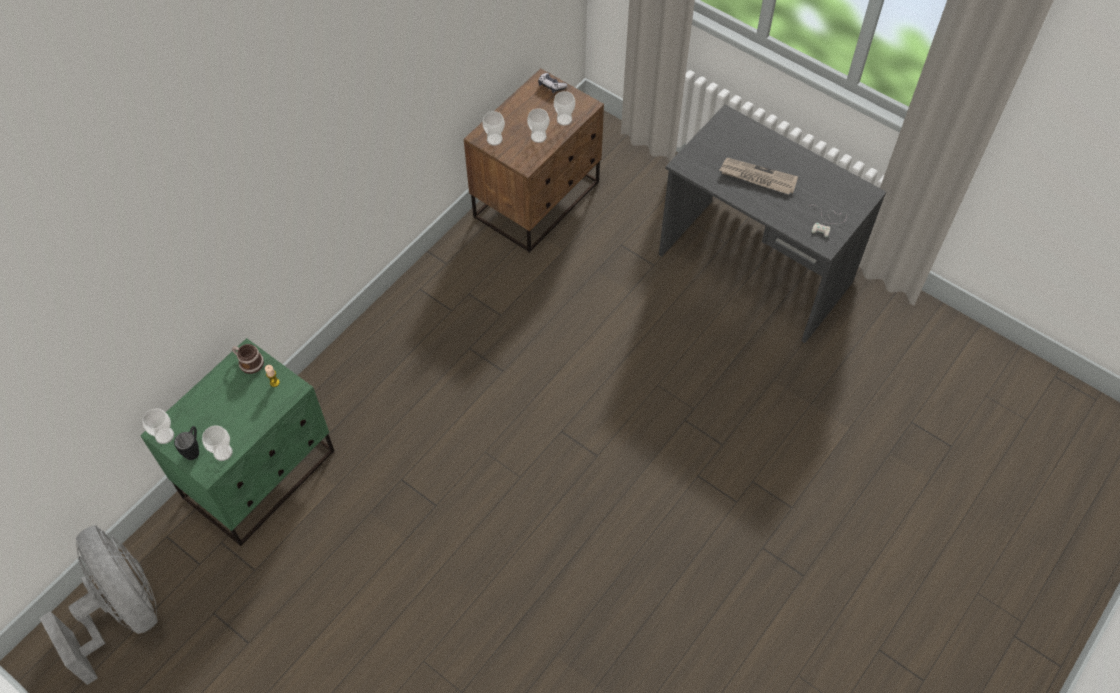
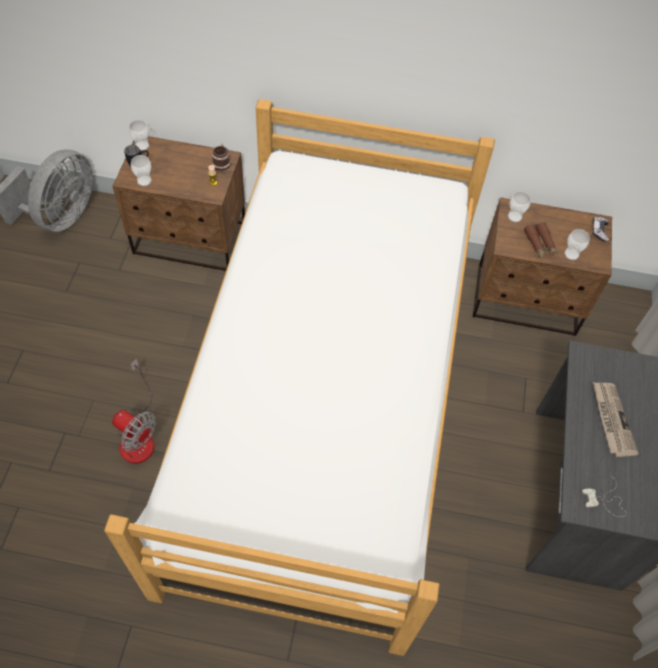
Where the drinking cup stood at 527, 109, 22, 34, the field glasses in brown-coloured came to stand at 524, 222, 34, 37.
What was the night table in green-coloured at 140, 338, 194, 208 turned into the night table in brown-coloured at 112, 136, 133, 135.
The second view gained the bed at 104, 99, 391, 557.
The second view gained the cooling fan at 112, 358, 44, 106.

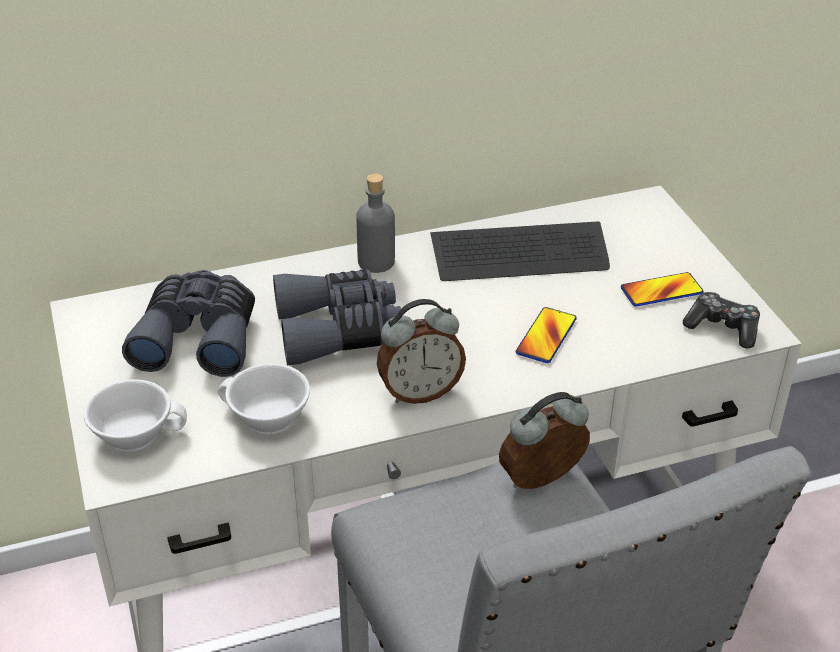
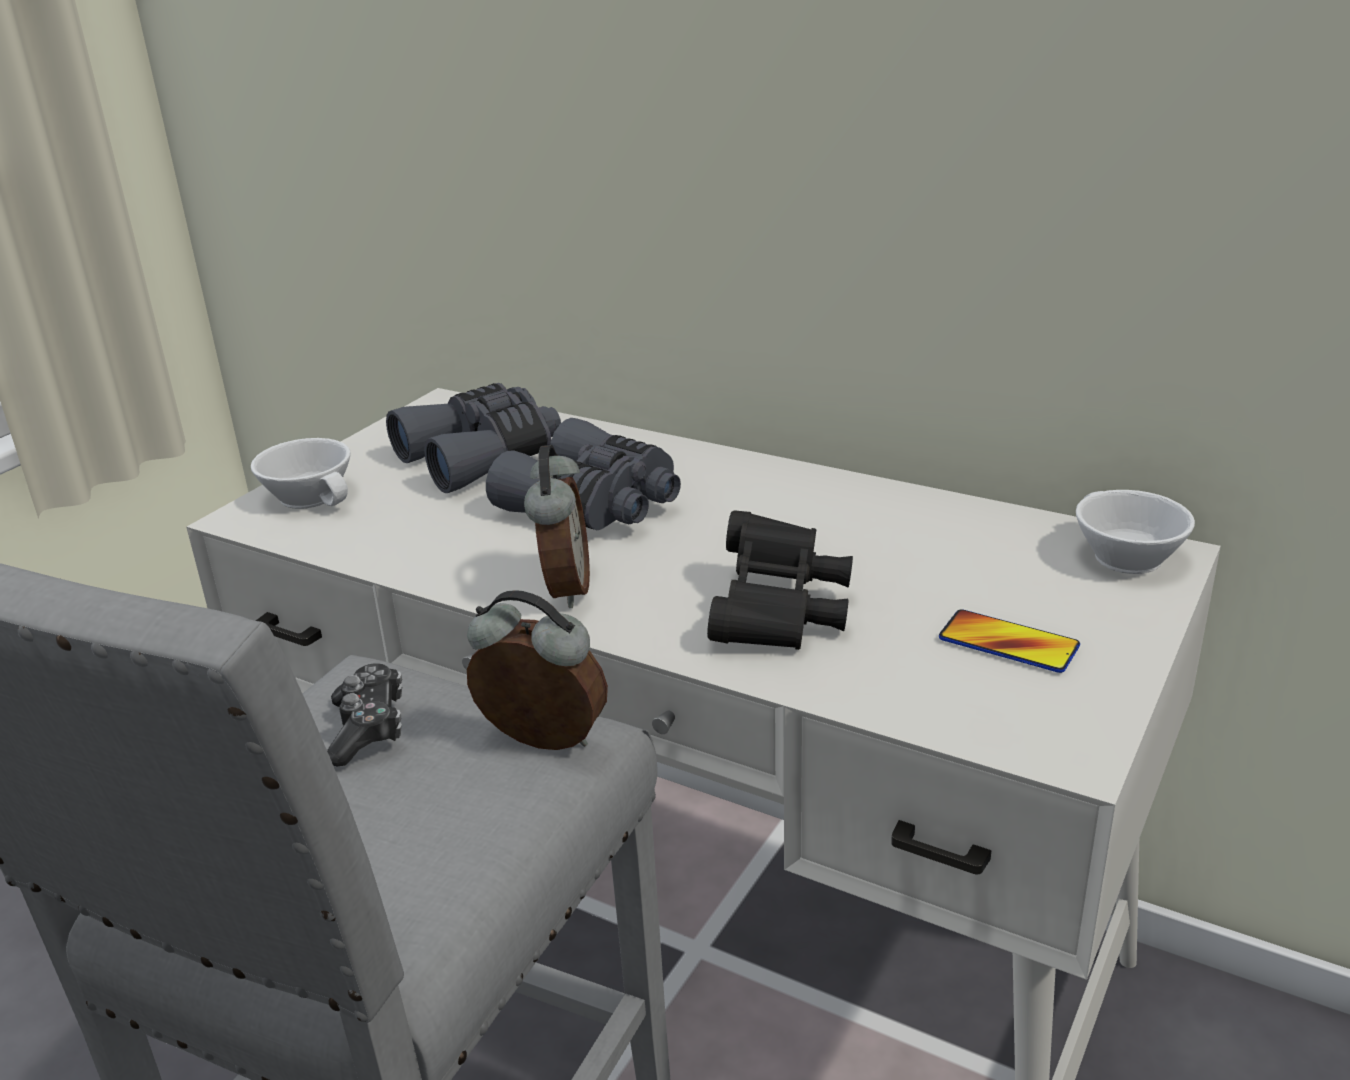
The second view lost the drink bottle in greyish at 356, 174, 39, 99.
The second view lost the computer keyboard at 430, 222, 180, 59.
The joypad ended up elsewhere, having gone from 683, 292, 77, 57 to 327, 663, 75, 103.
The table clock at 377, 299, 89, 105 ended up facing another way, 120 degrees counterclockwise from before.
Where the telephone stood at 516, 307, 61, 56, the field glasses in black came to stand at 707, 510, 146, 140.
The drinking cup in white-coloured ended up elsewhere, having gone from 218, 363, 92, 71 to 1076, 490, 119, 84.

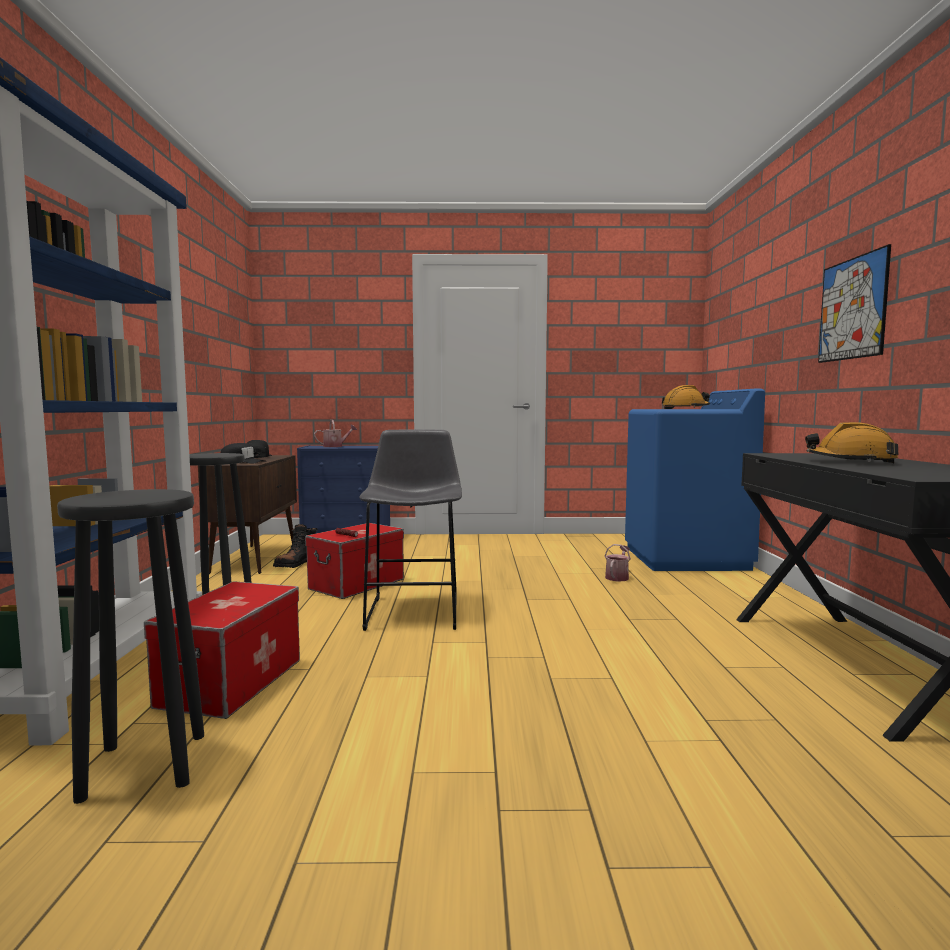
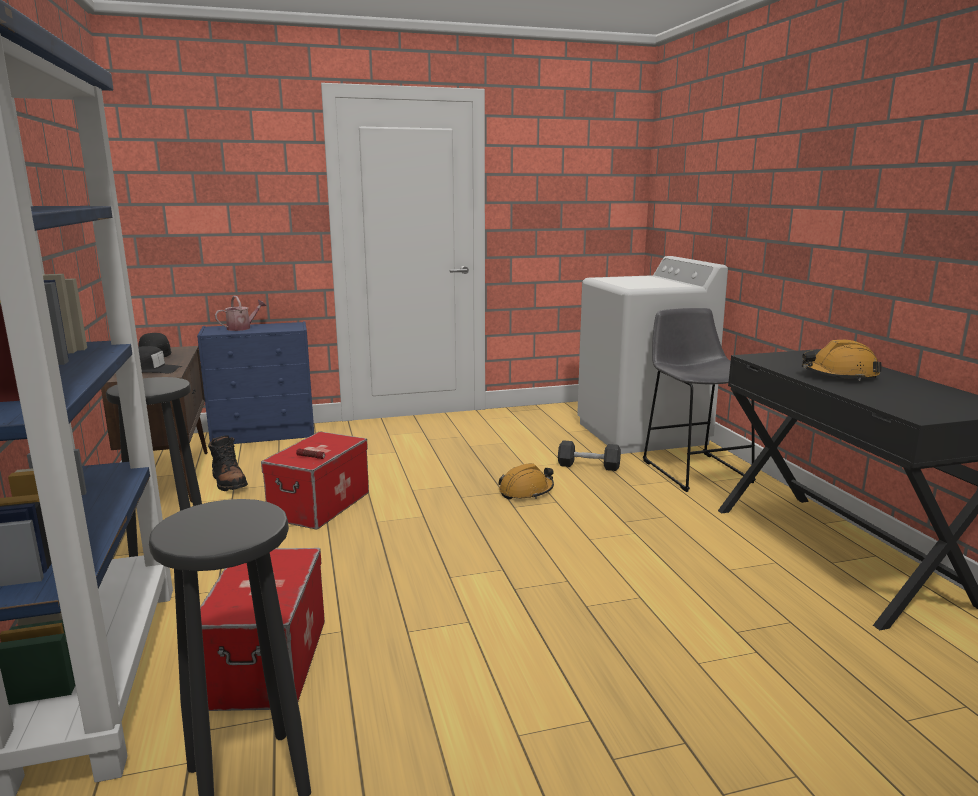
The second view lost the picture at 818, 244, 73, 119.
The work helmet in orange ended up elsewhere, having gone from 662, 385, 48, 24 to 498, 463, 56, 36.
What was the laundry machine in blue-coloured at 625, 389, 140, 182 turned into the laundry machine in white-coloured at 577, 256, 151, 198.
The stool in greyish ended up elsewhere, having gone from 359, 429, 103, 202 to 643, 308, 113, 184.
The high-top boot in black at 273, 524, 45, 44 ended up facing another way, 45 degrees counterclockwise from before.
Where the watering pot stood at 605, 544, 26, 38, the free weight in black came to stand at 558, 440, 63, 31.

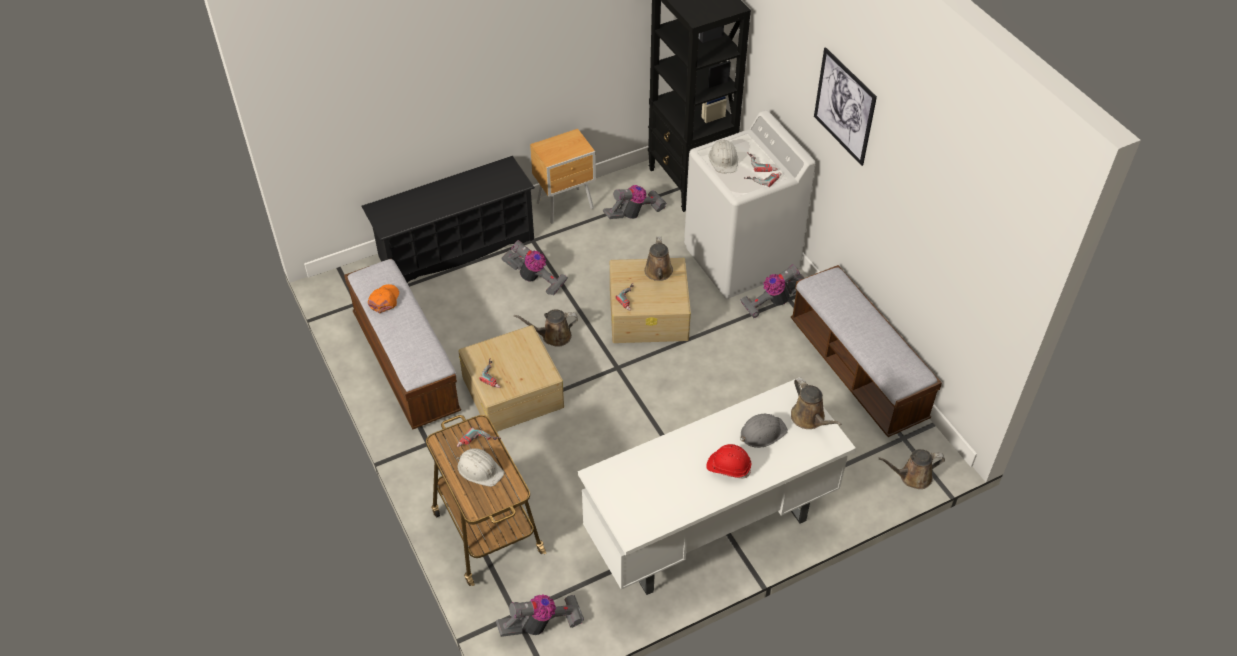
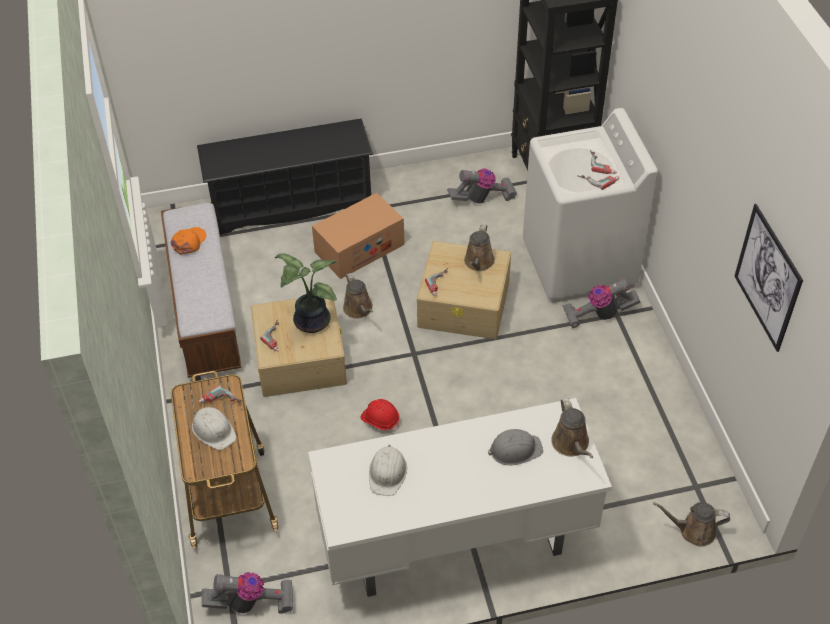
The picture ended up elsewhere, having gone from 814, 47, 63, 119 to 734, 204, 69, 148.
The second view lost the night table in brown-coloured at 530, 129, 66, 95.
The work helmet in white-coloured ended up elsewhere, having gone from 709, 139, 29, 34 to 369, 445, 38, 51.
Where the hoover stood at 501, 240, 67, 56, the cardboard box came to stand at 312, 193, 93, 86.
The second view lost the bench at 791, 265, 151, 172.
The watering pot in brown-coloured at 514, 309, 64, 38 ended up facing another way, 120 degrees counterclockwise from before.
The work helmet in red-coloured ended up elsewhere, having gone from 706, 444, 45, 35 to 360, 399, 40, 33.
The second view gained the plant in a pot at 275, 253, 63, 80.

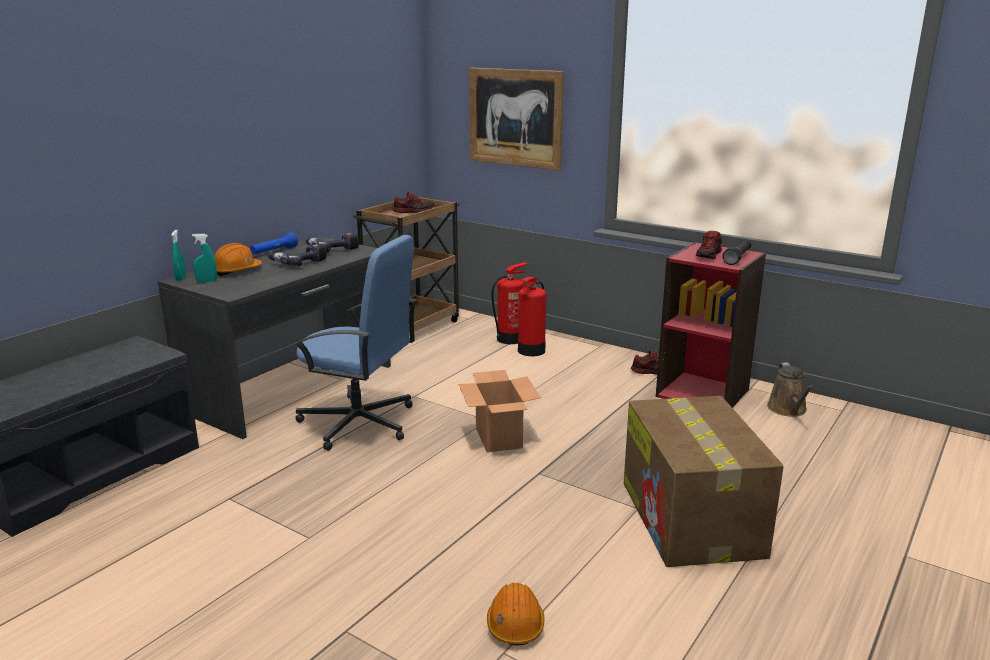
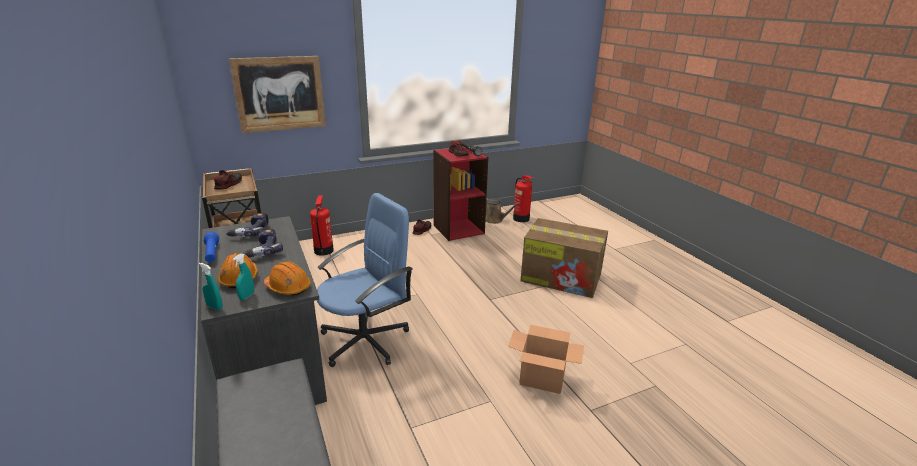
The fire extinguisher ended up elsewhere, having gone from 518, 277, 28, 79 to 513, 175, 20, 47.
The cardboard box ended up elsewhere, having gone from 458, 370, 83, 82 to 508, 325, 76, 69.
The work helmet in orange ended up elsewhere, having gone from 487, 583, 57, 63 to 264, 261, 47, 35.

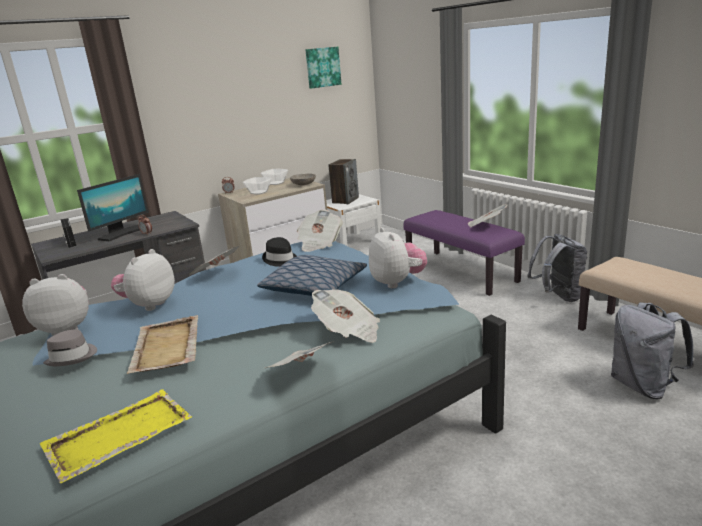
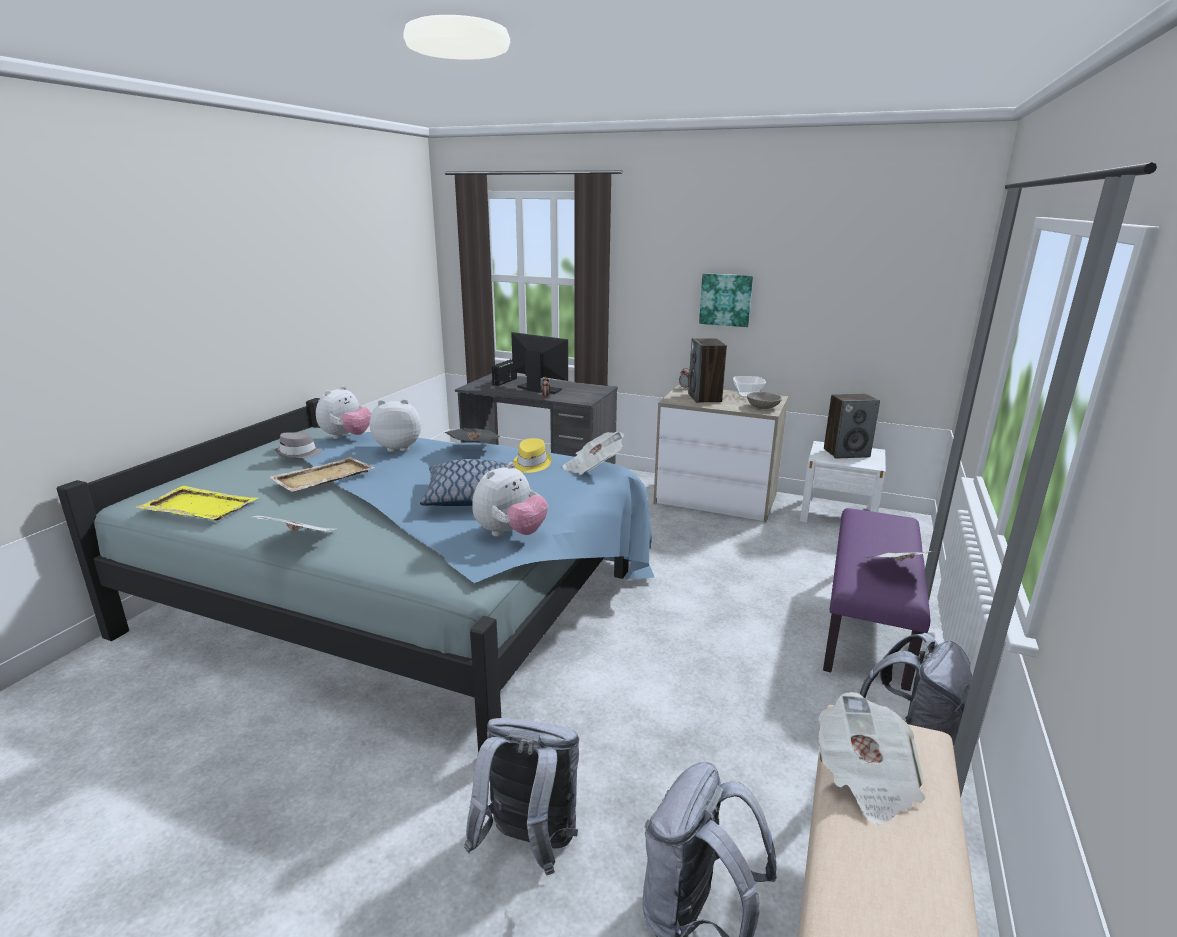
The picture ended up elsewhere, having gone from 305, 47, 36, 42 to 699, 273, 54, 54.
The computer display at 77, 174, 72, 67 ended up facing another way, 150 degrees counterclockwise from before.
Where the deep dish stood at 243, 177, 29, 17, the speaker came to stand at 688, 338, 39, 65.
What was the wearable hat in black at 262, 237, 35, 30 turned into the wearable hat in yellow at 513, 438, 39, 35.
The plush toy at 22, 274, 67, 62 ended up facing another way, 75 degrees clockwise from before.
The printed paper ended up elsewhere, having gone from 311, 289, 69, 54 to 818, 692, 107, 133.
The second view gained the rucksack in greyish at 464, 718, 115, 157.

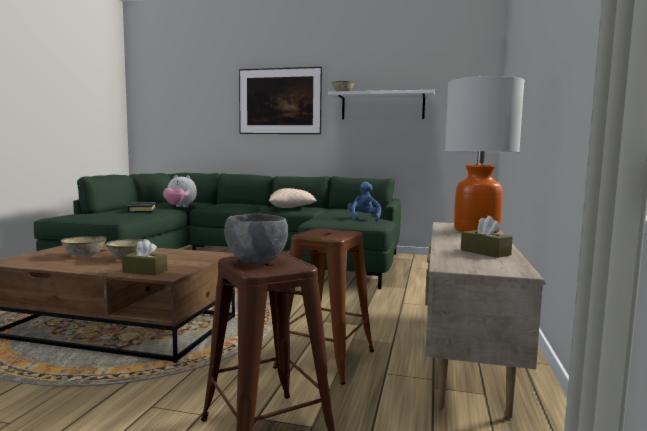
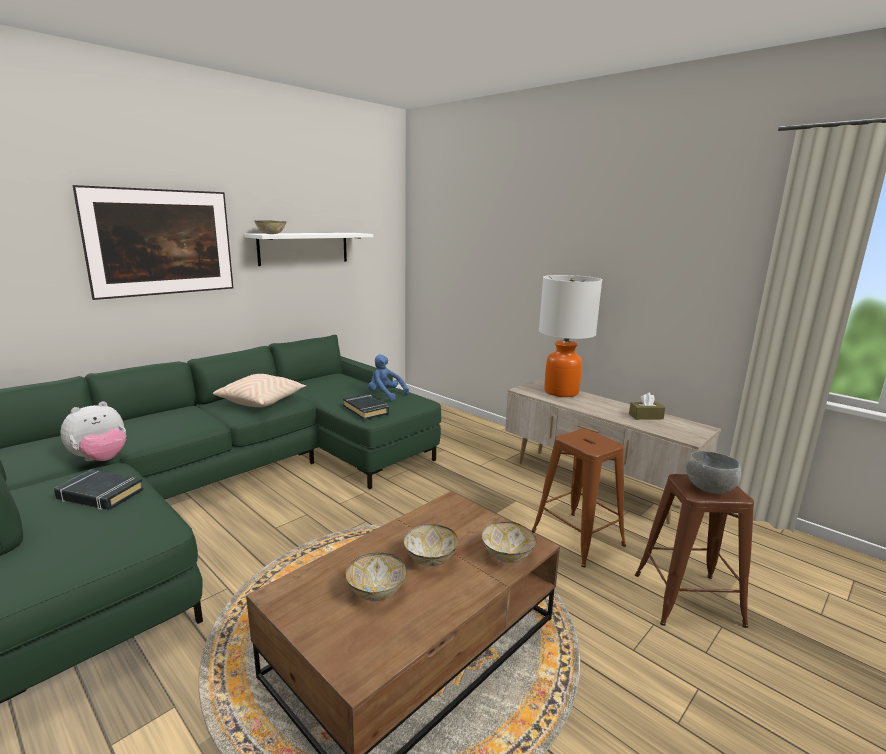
Where the box of tissues in brown-coloured stood at 122, 239, 45, 36, the deep dish came to stand at 482, 521, 54, 42.
The second view gained the bound book in black at 343, 394, 47, 26.

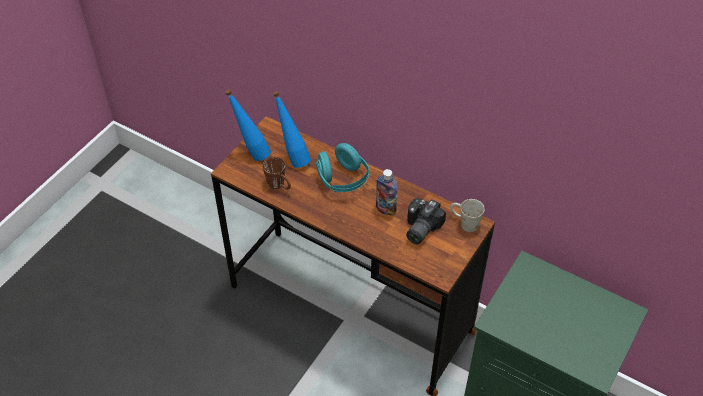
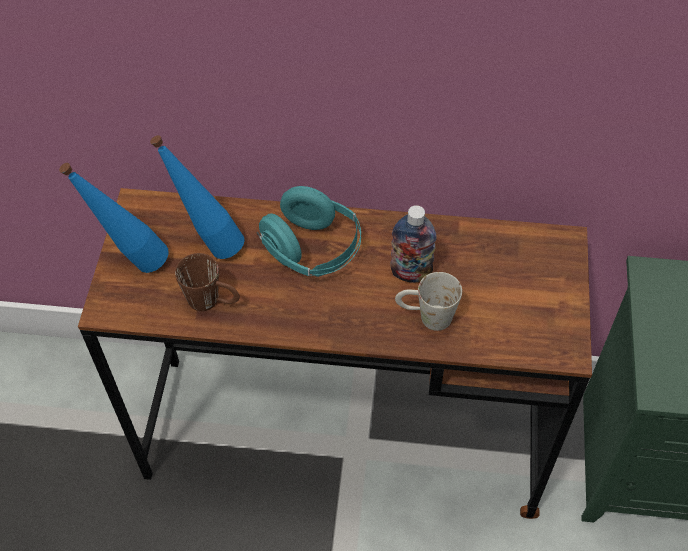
The second view lost the photo camera at 406, 198, 40, 46.
The coffee mug in white-coloured ended up elsewhere, having gone from 450, 199, 35, 33 to 395, 272, 67, 59.

